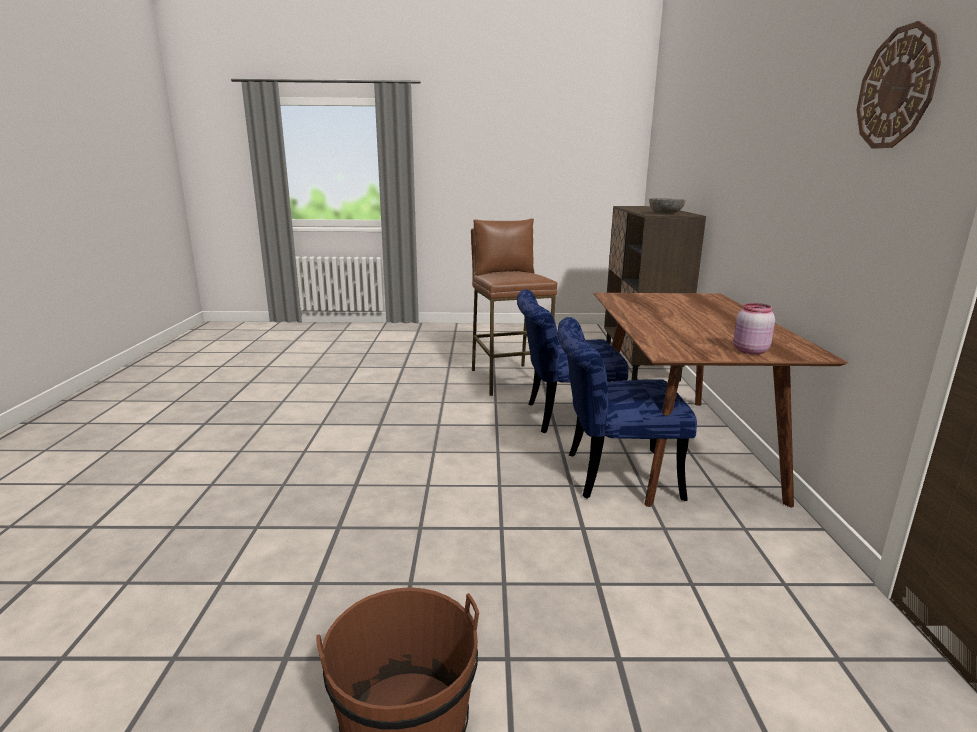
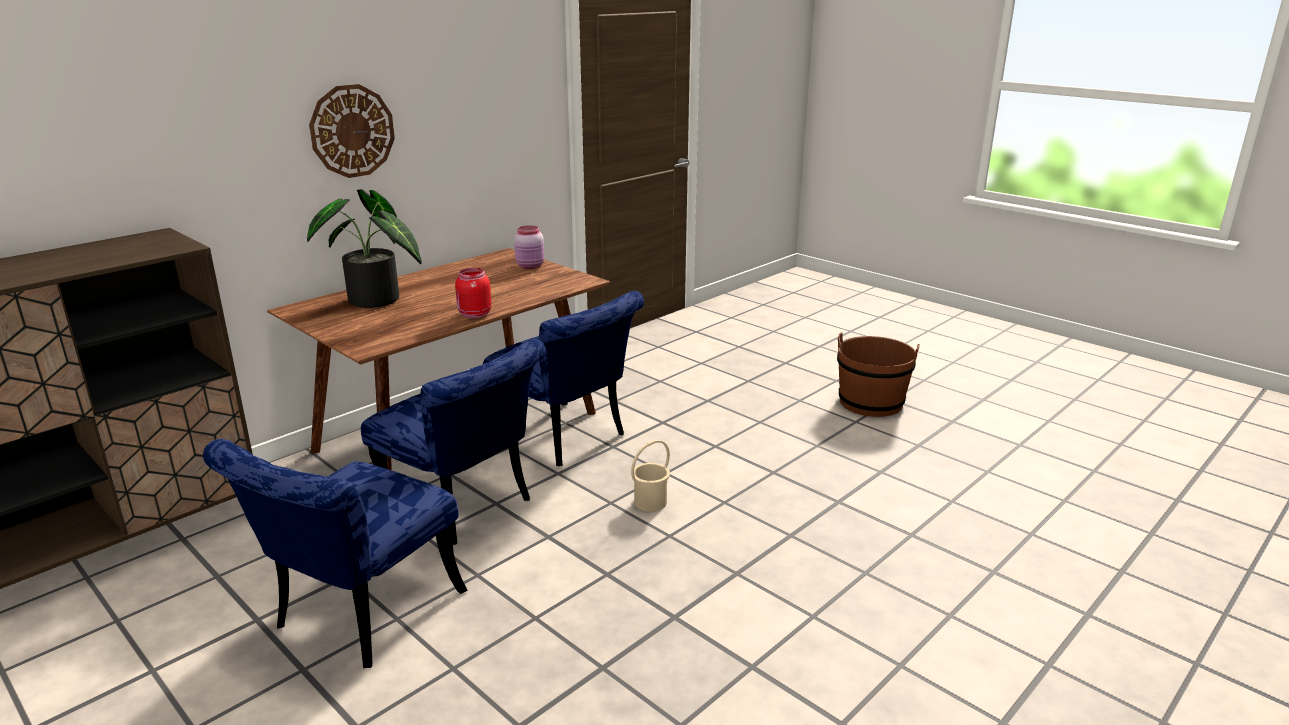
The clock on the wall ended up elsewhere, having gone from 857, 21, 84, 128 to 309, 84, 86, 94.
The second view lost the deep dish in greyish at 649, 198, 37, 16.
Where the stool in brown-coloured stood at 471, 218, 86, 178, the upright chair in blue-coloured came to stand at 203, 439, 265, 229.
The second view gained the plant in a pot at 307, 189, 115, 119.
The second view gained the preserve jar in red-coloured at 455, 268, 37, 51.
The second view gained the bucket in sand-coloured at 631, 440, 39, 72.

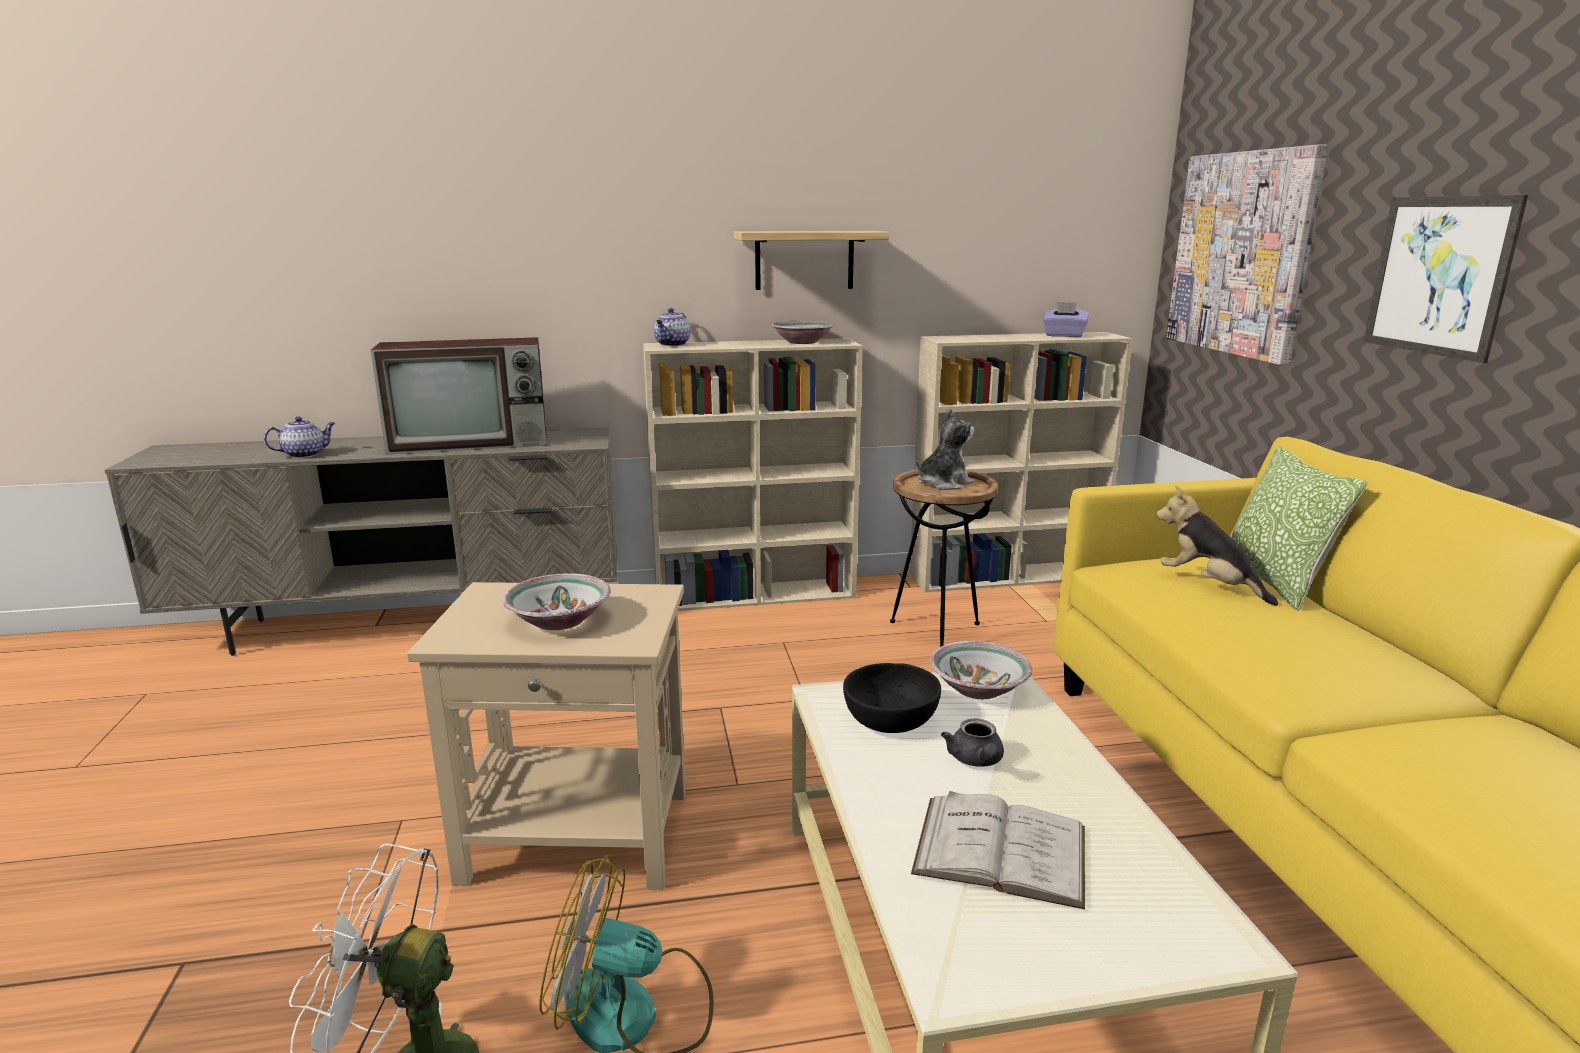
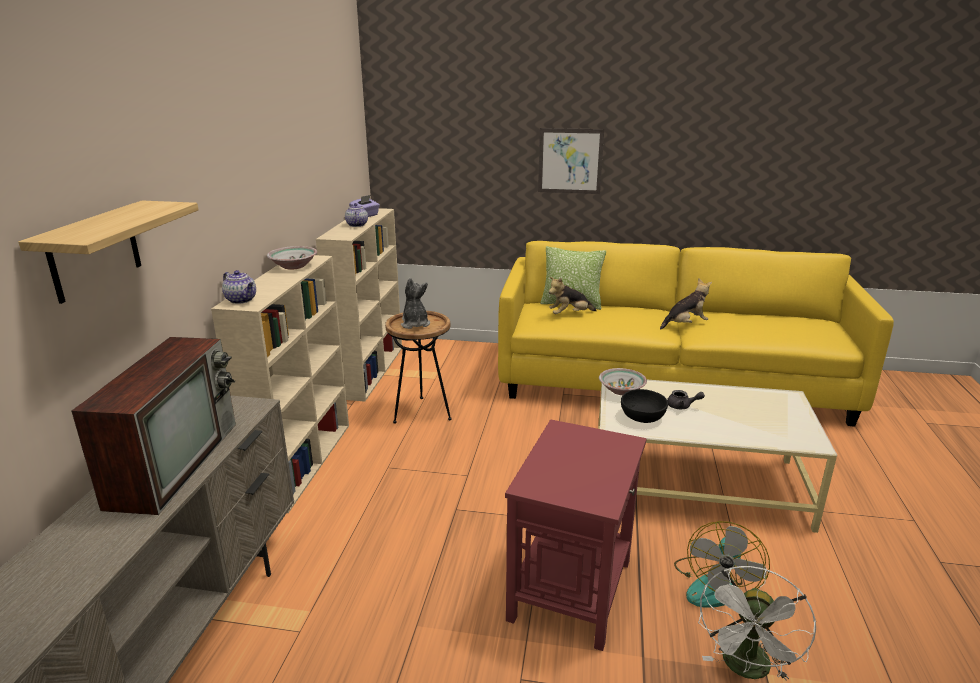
The second view lost the picture at 1166, 145, 162, 220.
The bracket shelf ended up elsewhere, having gone from 734, 231, 155, 59 to 18, 201, 181, 103.
The teapot ended up elsewhere, having gone from 264, 417, 71, 41 to 345, 203, 23, 24.
The second view lost the deep dish at 502, 573, 109, 57.
What was the side table in sand-coloured at 407, 582, 279, 308 turned into the side table in red-coloured at 505, 419, 141, 232.
The second view lost the bound book in white-coloured at 911, 791, 174, 118.
The second view gained the plush toy at 660, 279, 52, 51.

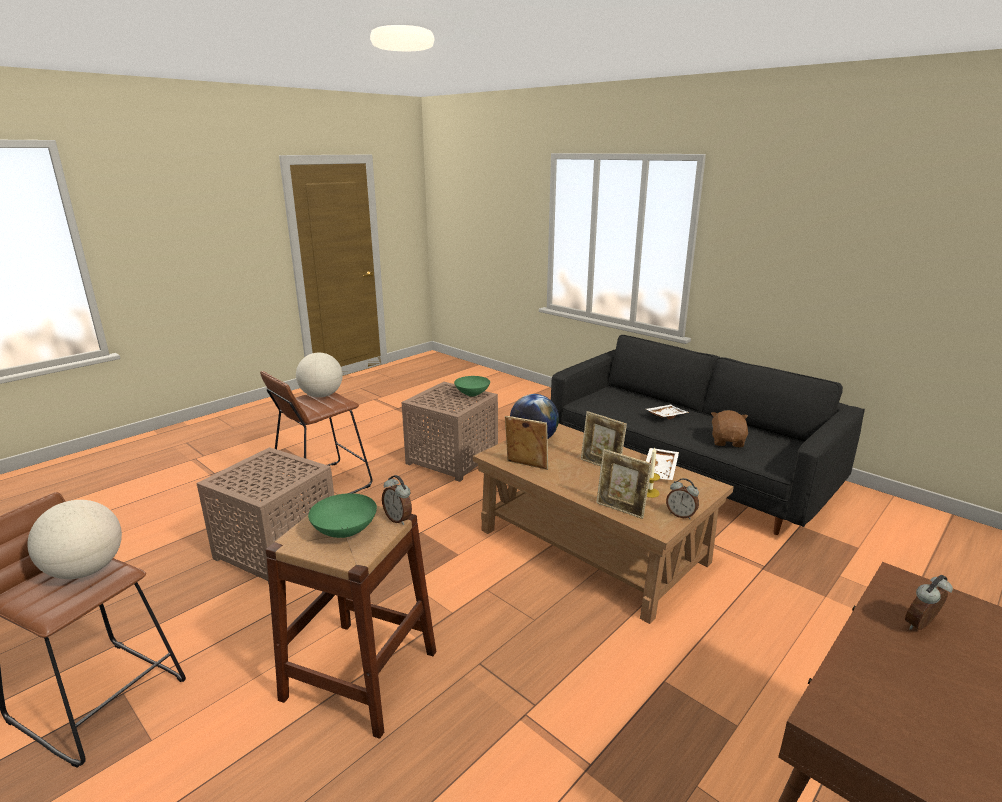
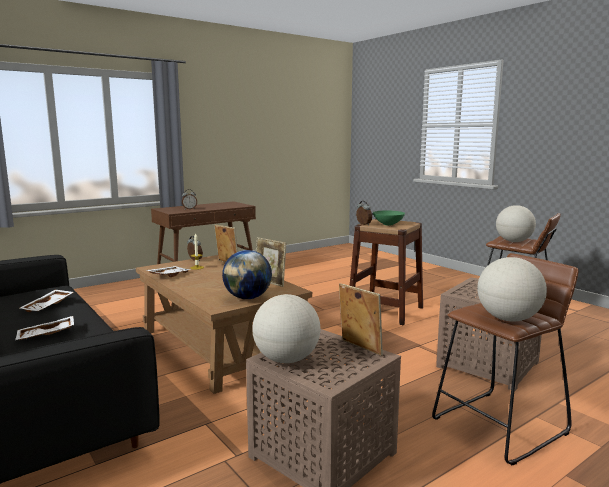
Where the deep dish in green-coloured stood at 454, 376, 36, 21, the world globe came to stand at 252, 294, 68, 69.
Where the plush toy in brown-coloured stood at 711, 410, 37, 37, the tray in white-coloured came to stand at 20, 290, 53, 22.
The photo frame ended up elsewhere, having gone from 581, 411, 46, 55 to 339, 283, 44, 73.

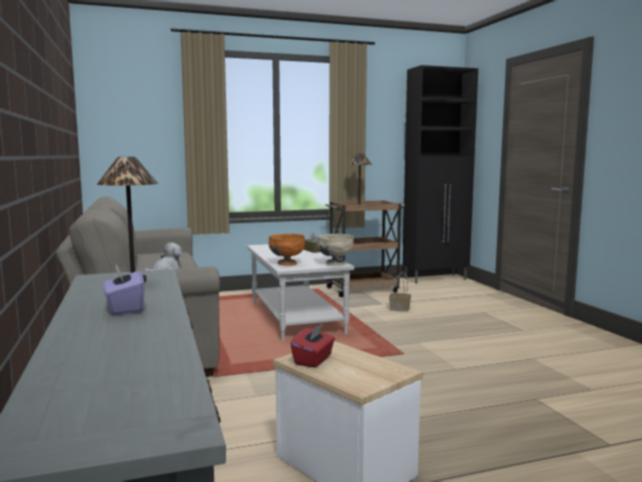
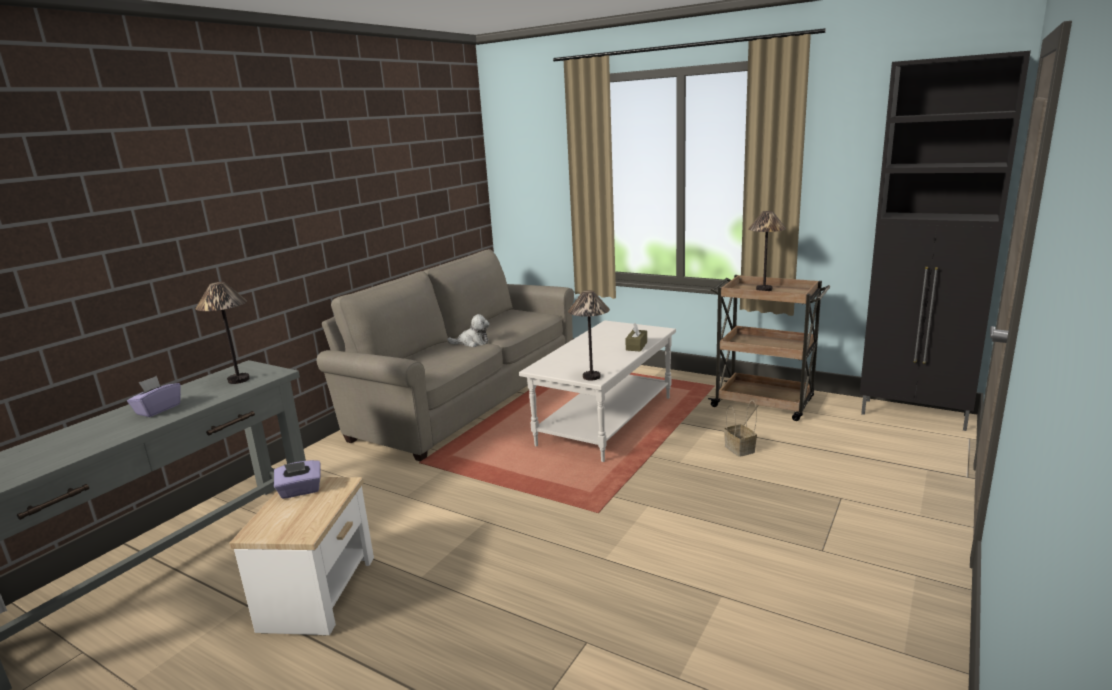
The second view lost the deep dish in orange at 269, 234, 36, 32.
Where the deep dish in sand-coloured stood at 317, 234, 37, 32, the table lamp came to stand at 568, 290, 42, 91.
What was the box of tissues in red-coloured at 291, 323, 44, 45 turned into the box of tissues in purplish at 274, 460, 47, 39.

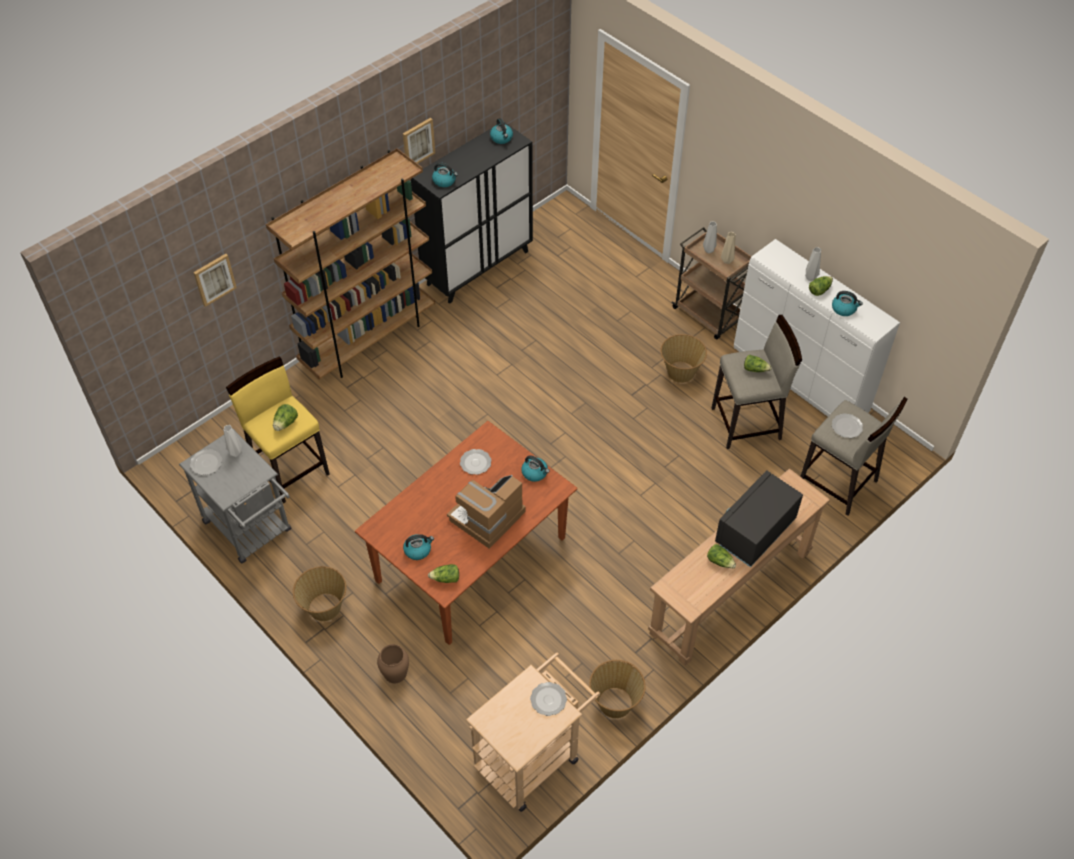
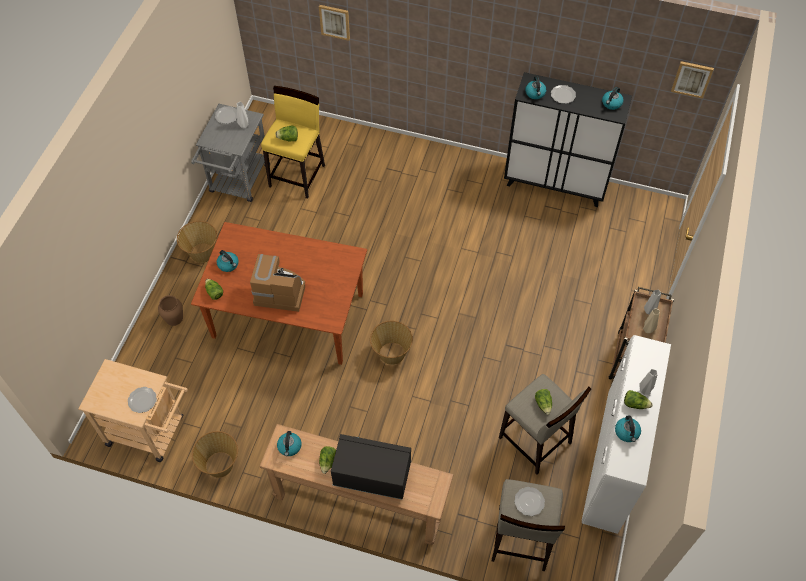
The picture ended up elsewhere, having gone from 403, 118, 32, 46 to 671, 61, 43, 38.
The second view lost the shelving unit in brown-coloured at 266, 148, 169, 232.
The household basket ended up elsewhere, having gone from 660, 334, 47, 49 to 370, 321, 43, 44.
The dinner plate ended up elsewhere, having gone from 460, 449, 31, 26 to 551, 85, 25, 19.
The tea kettle ended up elsewhere, having gone from 521, 455, 28, 27 to 277, 431, 25, 25.

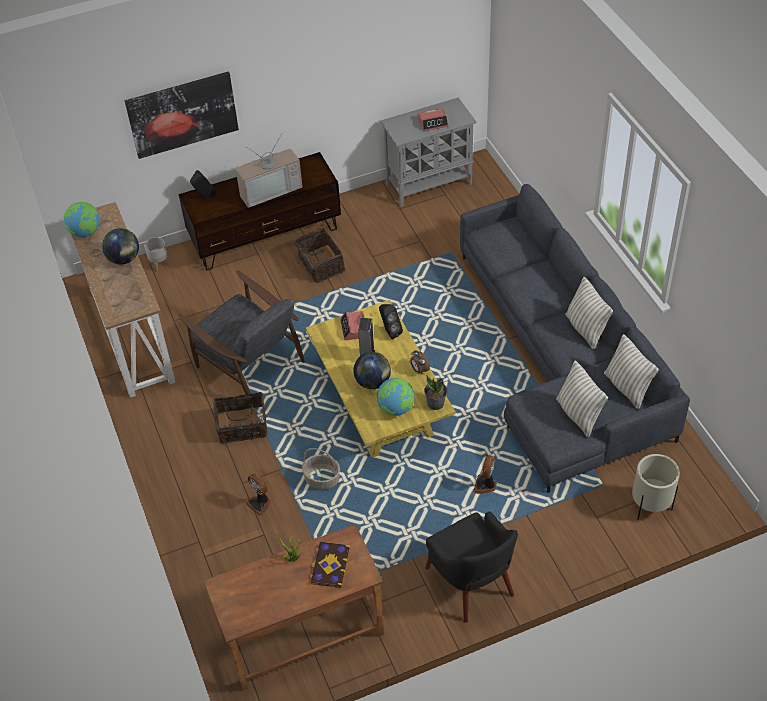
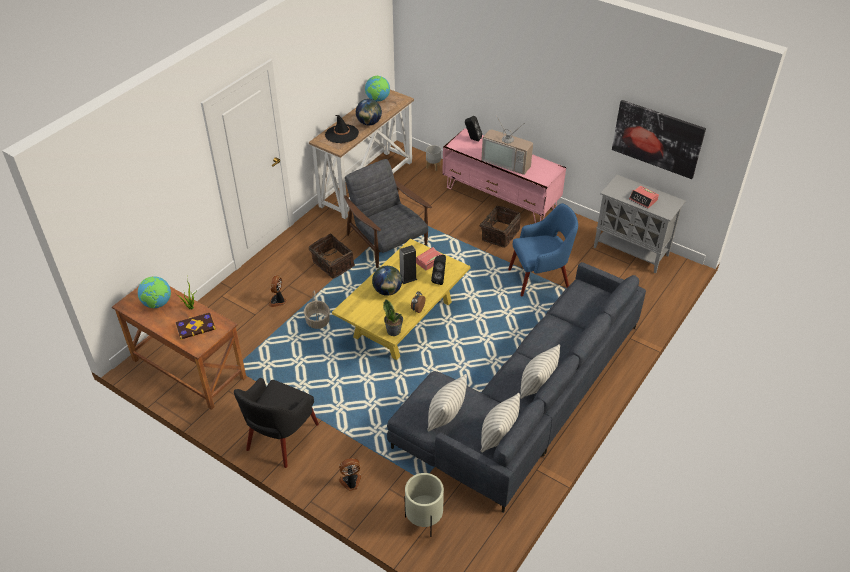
The picture ended up elsewhere, having gone from 125, 72, 114, 87 to 612, 100, 94, 79.
What was the tv unit in brown-coloured at 179, 152, 162, 119 turned into the tv unit in pink at 442, 128, 124, 95.
The armchair in greyish at 178, 270, 127, 124 ended up facing another way, 135 degrees clockwise from before.
The world globe ended up elsewhere, having gone from 377, 378, 37, 38 to 138, 276, 33, 32.
The cooling fan ended up elsewhere, having gone from 473, 455, 24, 39 to 339, 458, 22, 33.
The second view gained the wearable hat in black at 325, 115, 34, 28.
The second view gained the armchair in blue-coloured at 508, 203, 70, 93.

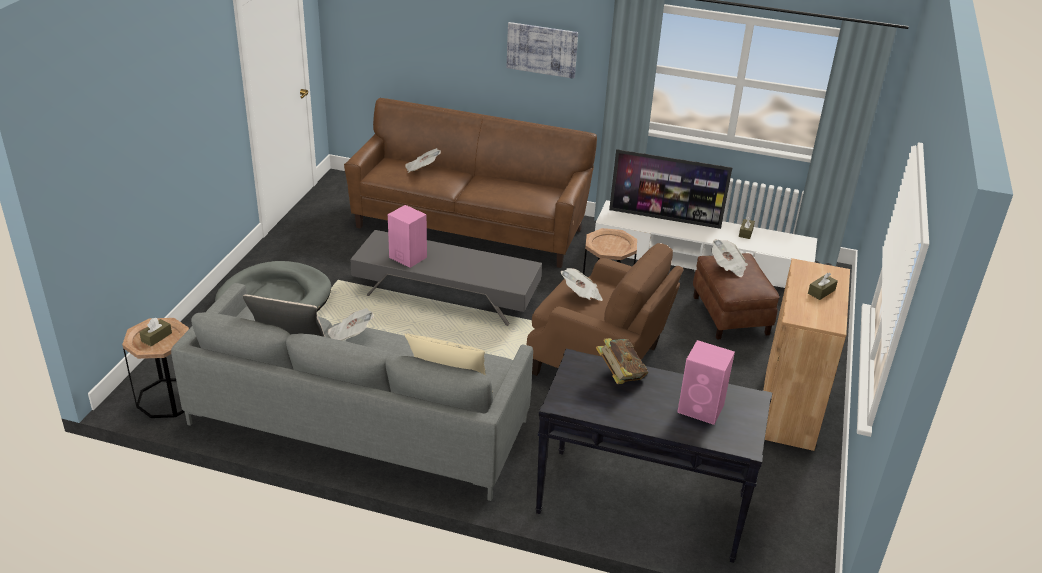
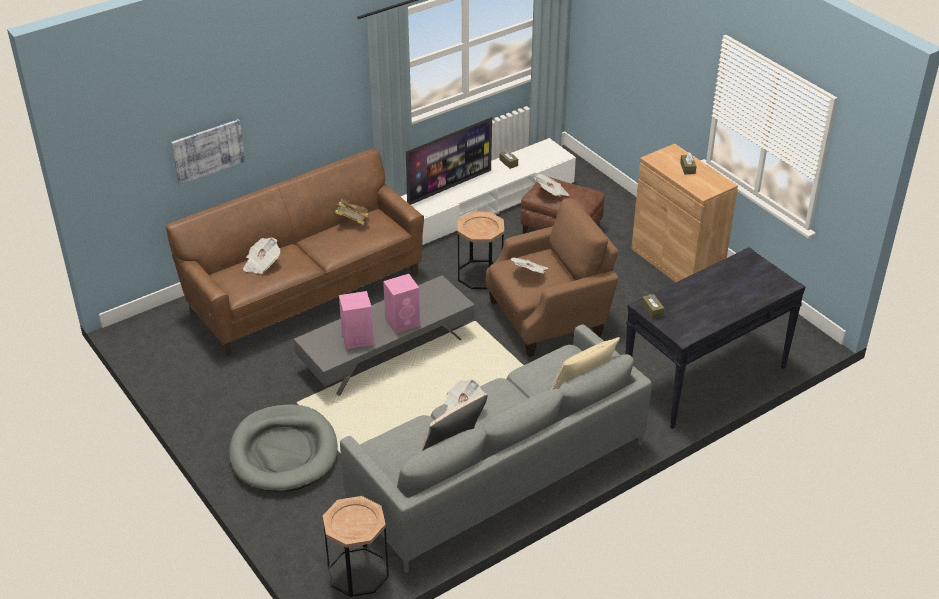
The picture ended up elsewhere, having gone from 507, 22, 71, 57 to 171, 119, 74, 66.
The box of tissues in brown-coloured ended up elsewhere, having gone from 139, 318, 33, 29 to 642, 294, 22, 25.
The bound book ended up elsewhere, having gone from 596, 338, 52, 46 to 335, 199, 33, 26.
The speaker in pink ended up elsewhere, having gone from 677, 340, 58, 85 to 383, 274, 37, 59.

